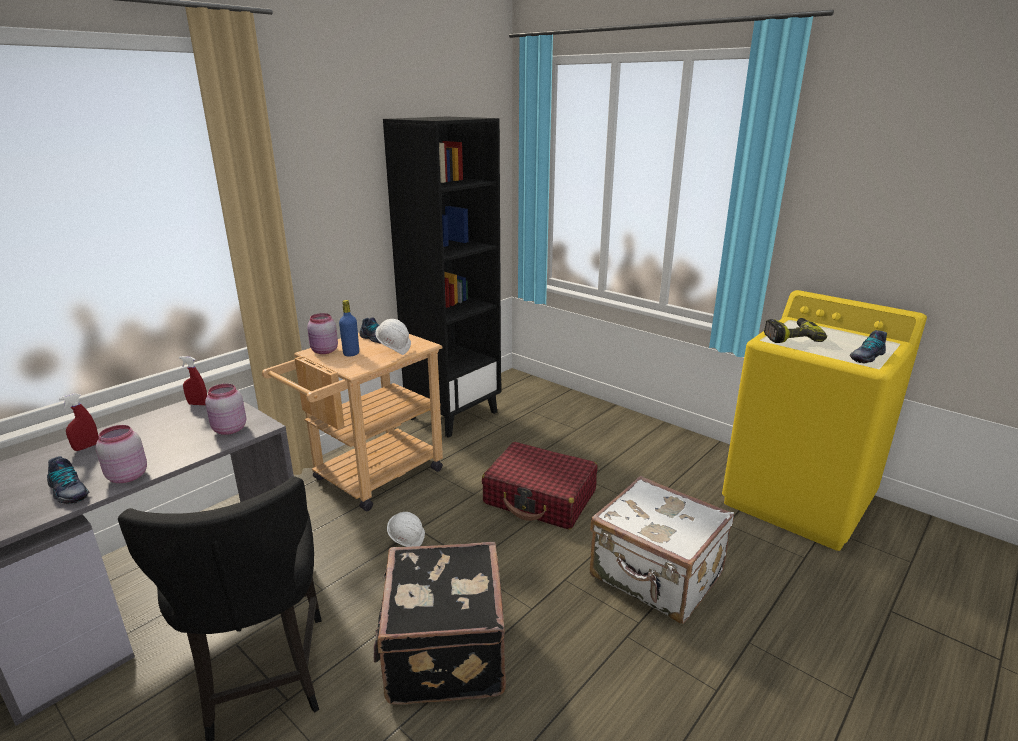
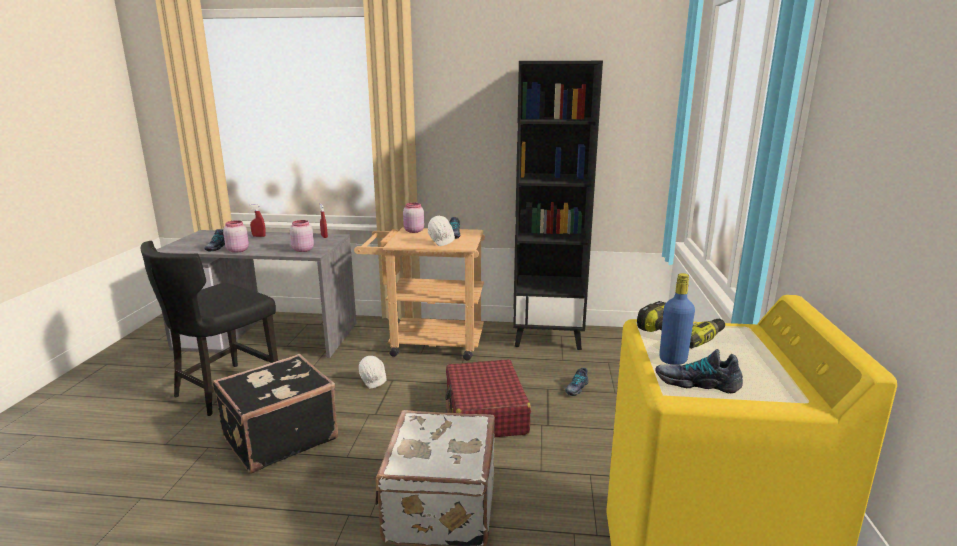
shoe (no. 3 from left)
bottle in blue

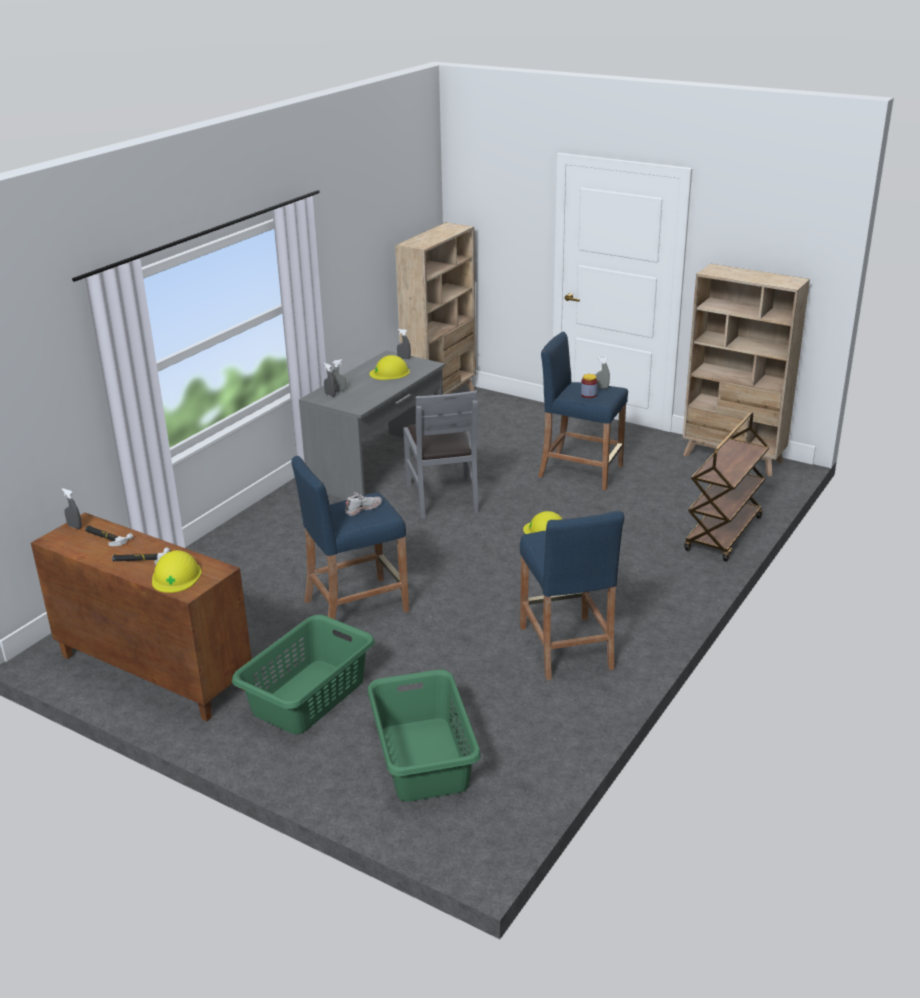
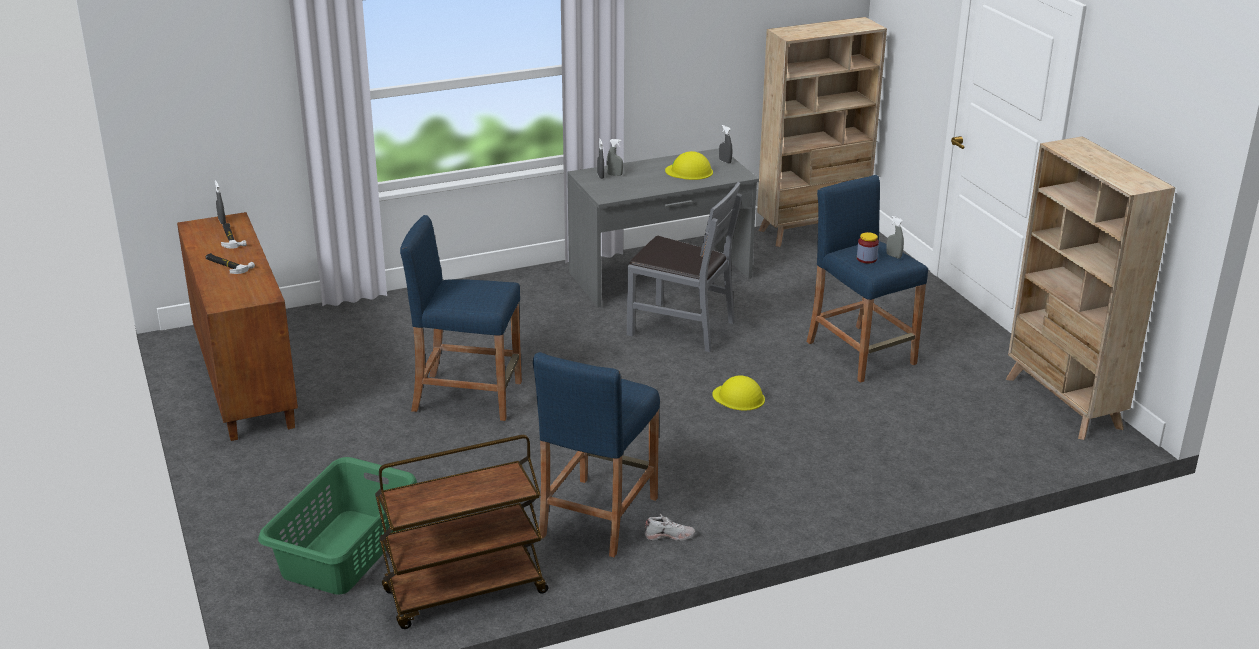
cart in brown
chair in grey
shoe in white
hard hat in yellow (no. 1 from left in the first image)
laundry basket in green (no. 1 from left in the first image)

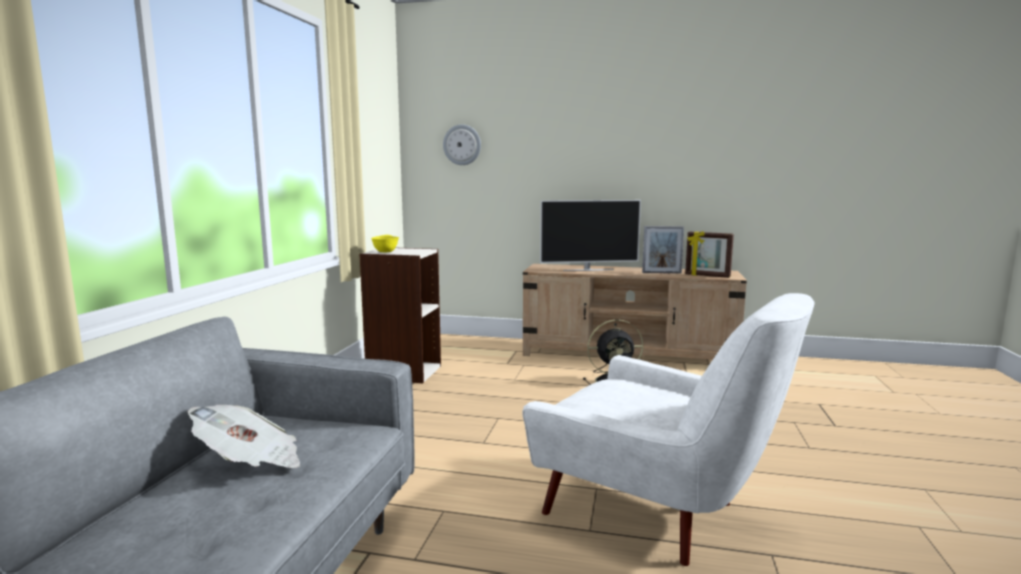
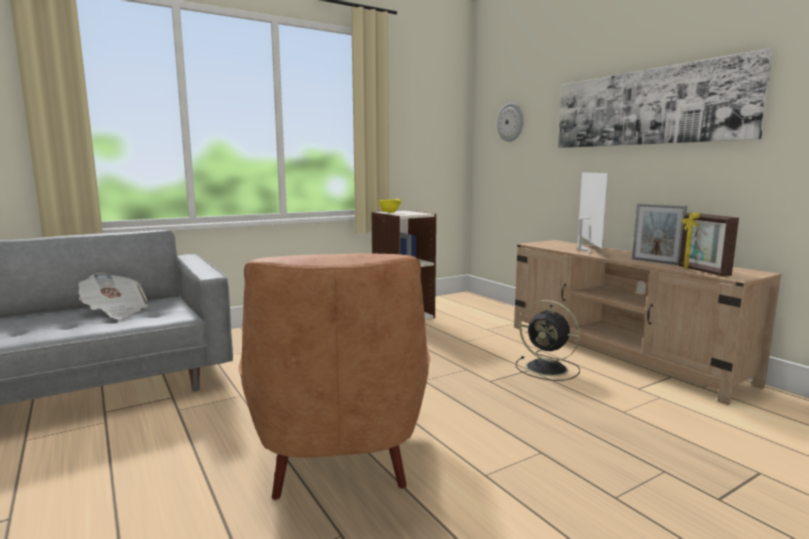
armchair in brown
picture
television

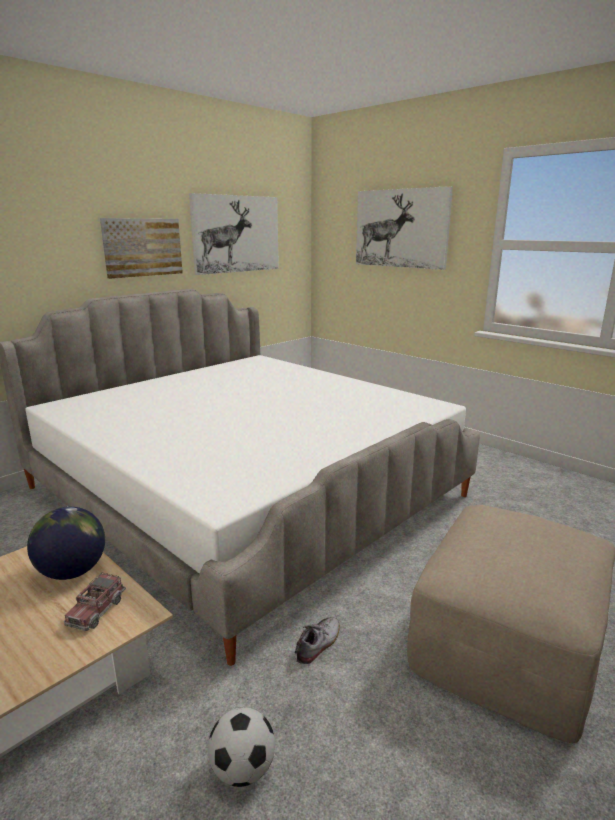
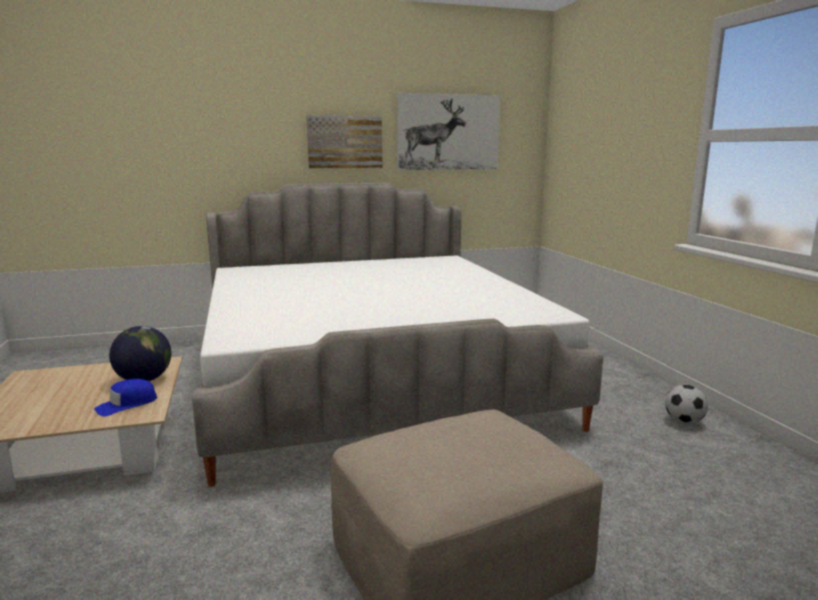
cap in blue
football
shoe
picture (no. 3 from left in the first image)

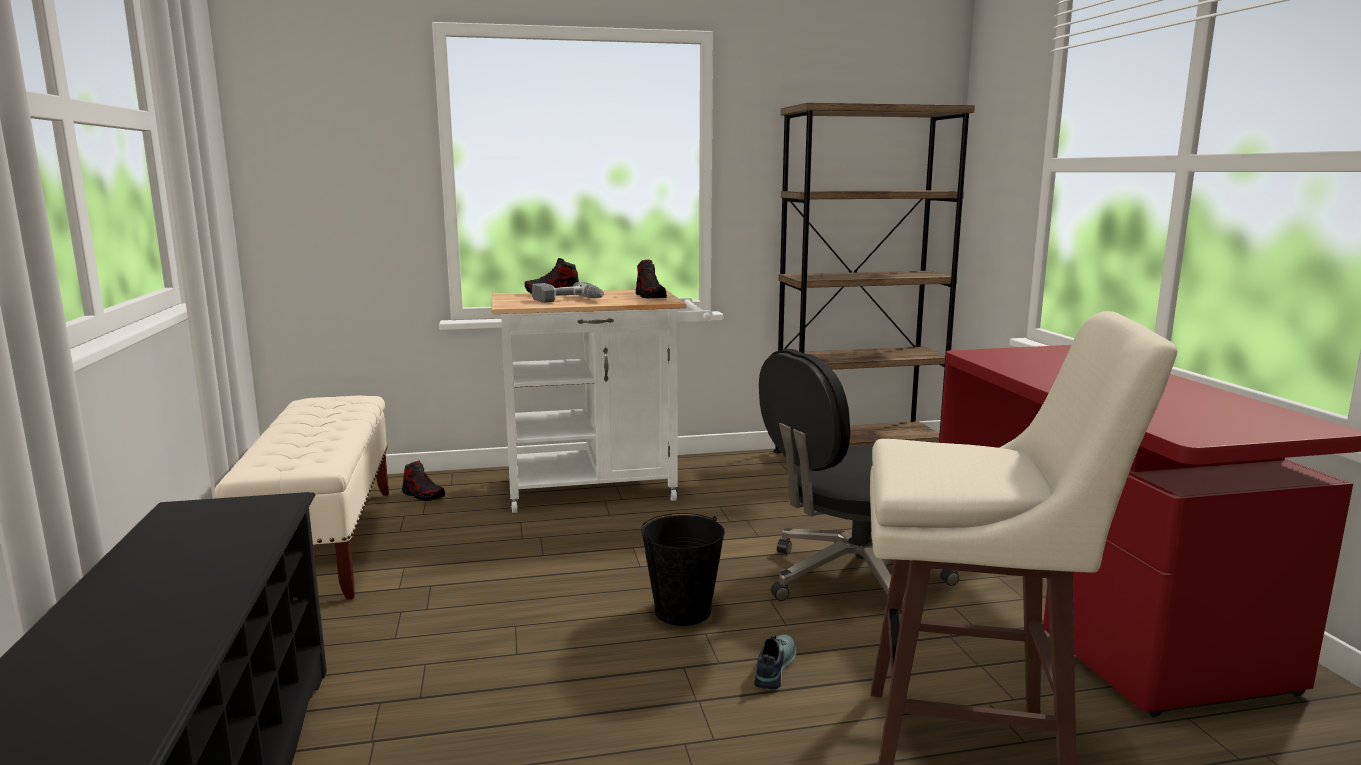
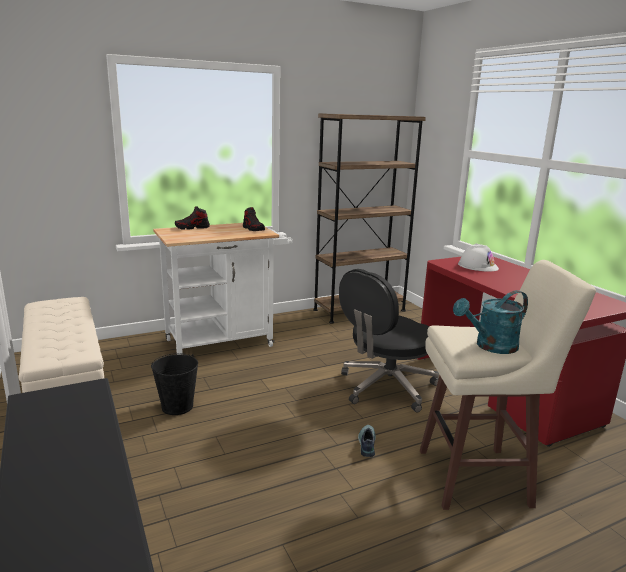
bucket in black
watering can in turquoise
hard hat in white
shoe (no. 1 from left in the first image)
power drill

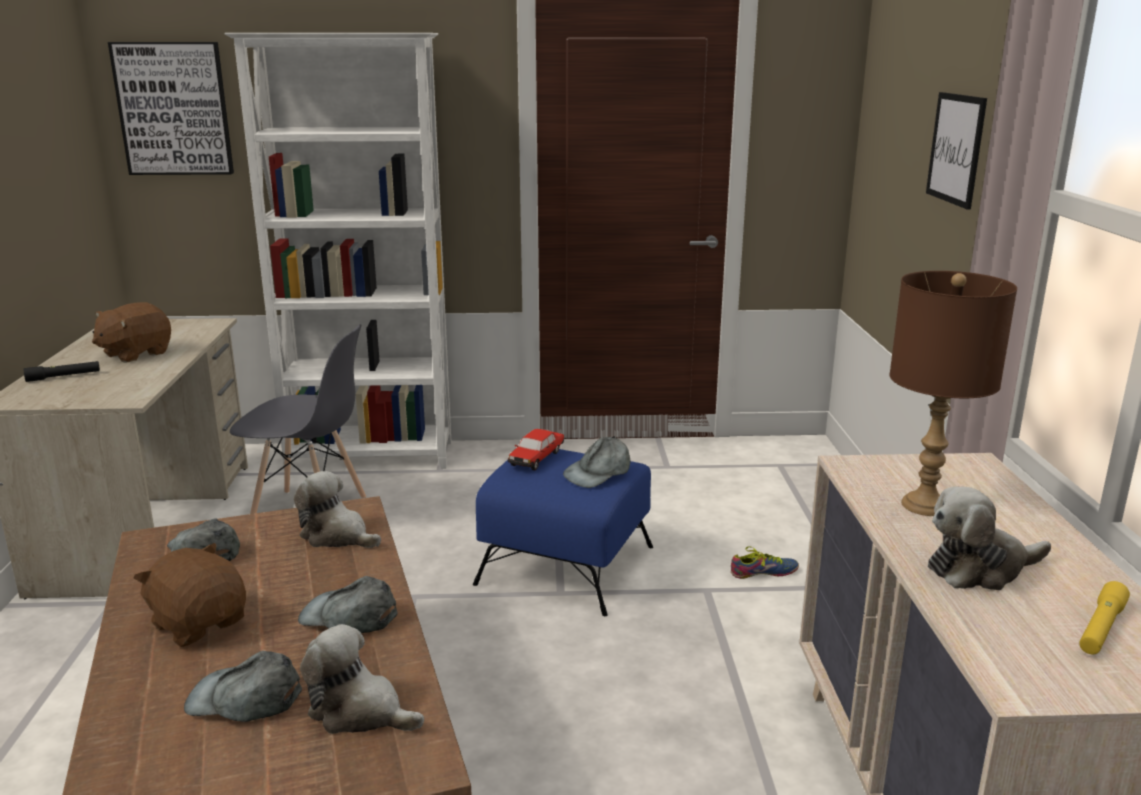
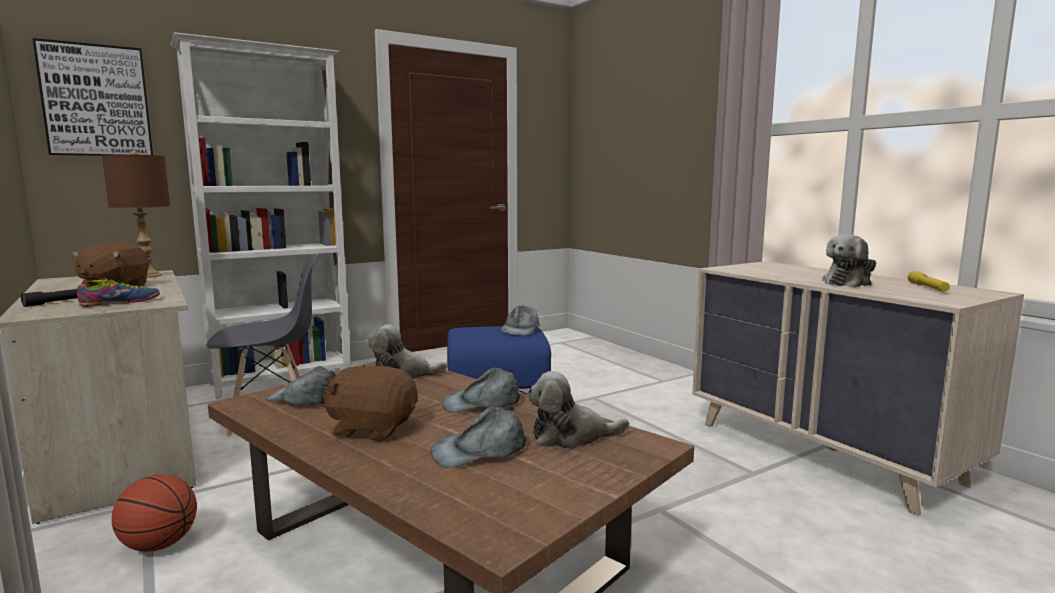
shoe
table lamp in brown
basketball
toy car
picture (no. 2 from left in the first image)

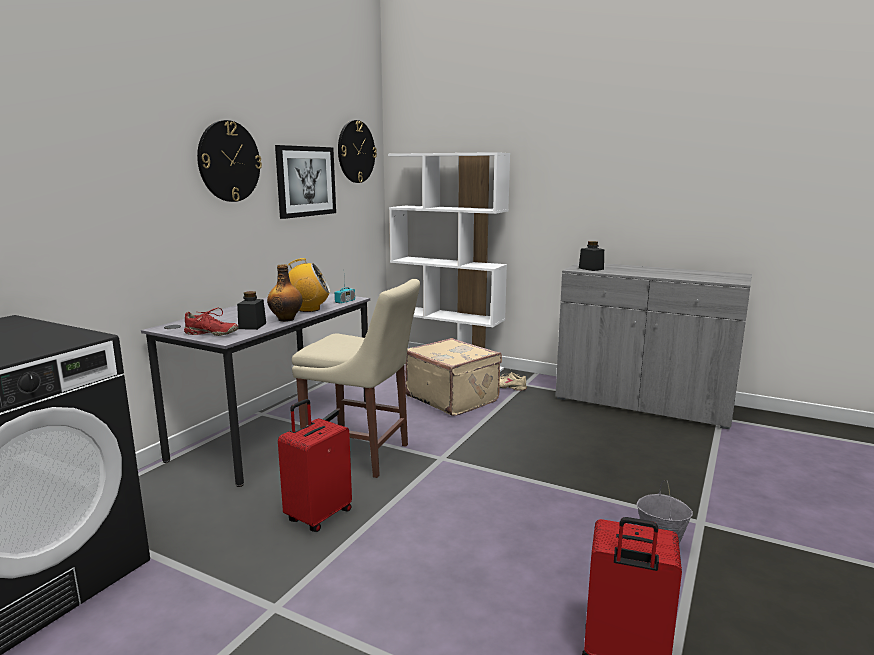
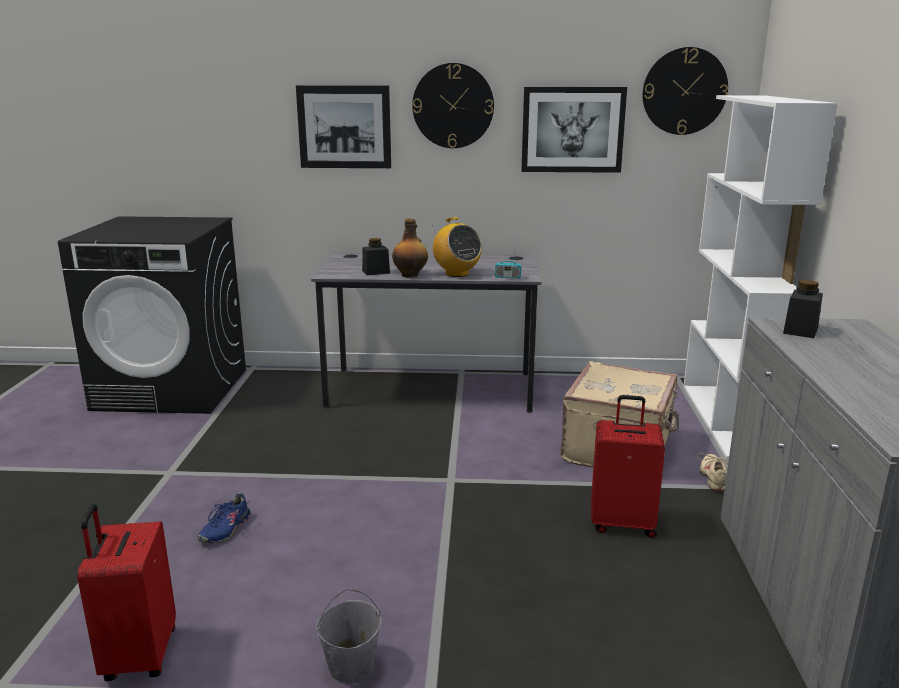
shoe in blue
picture (no. 1 from left)
suitcase in red (no. 2 from left)
shoe in red
chair in beige

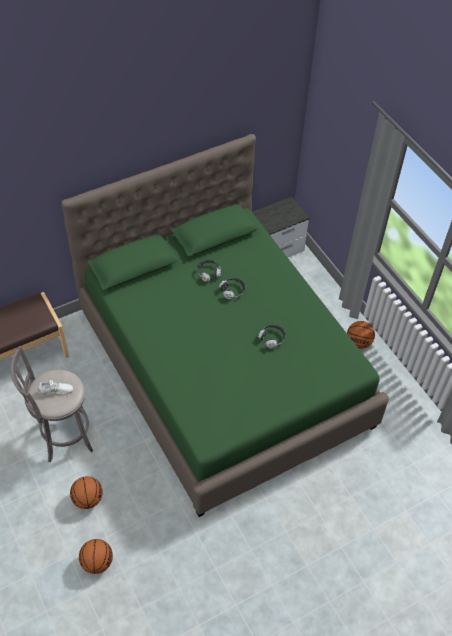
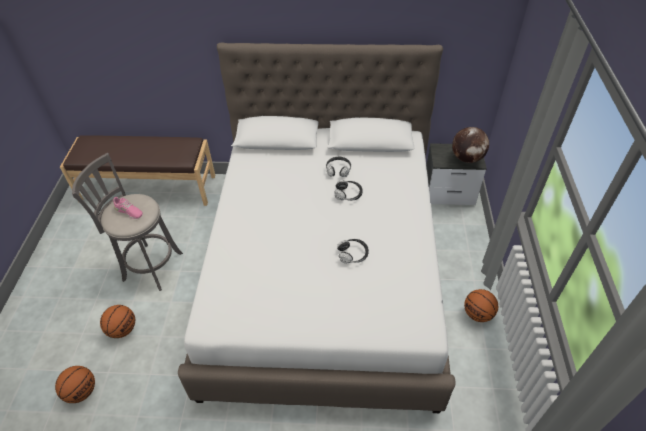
shoe in pink
bed in white
globe

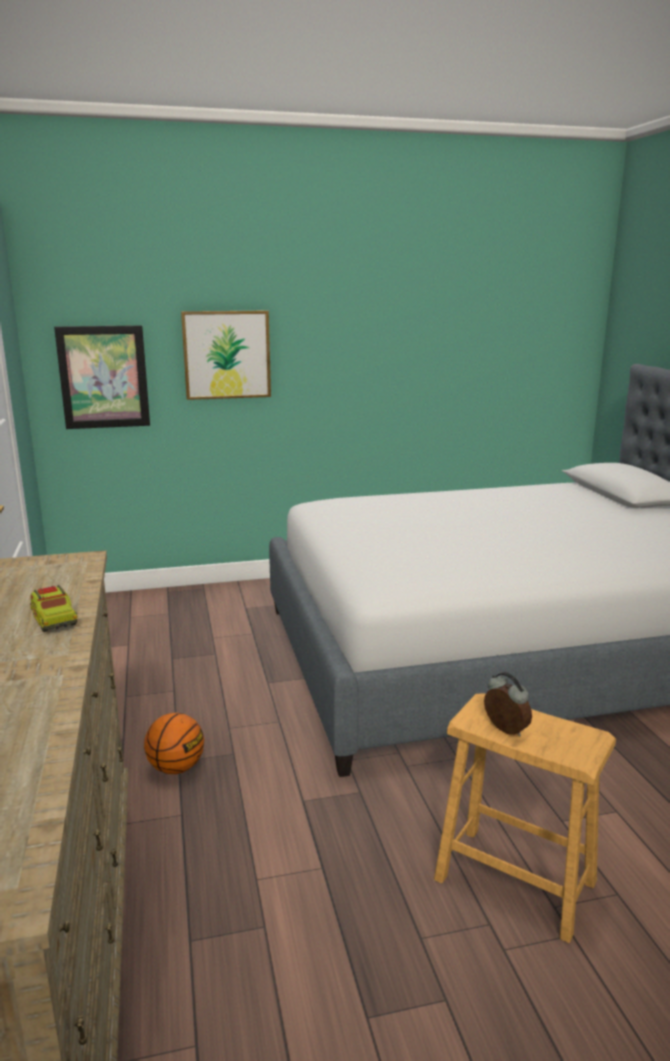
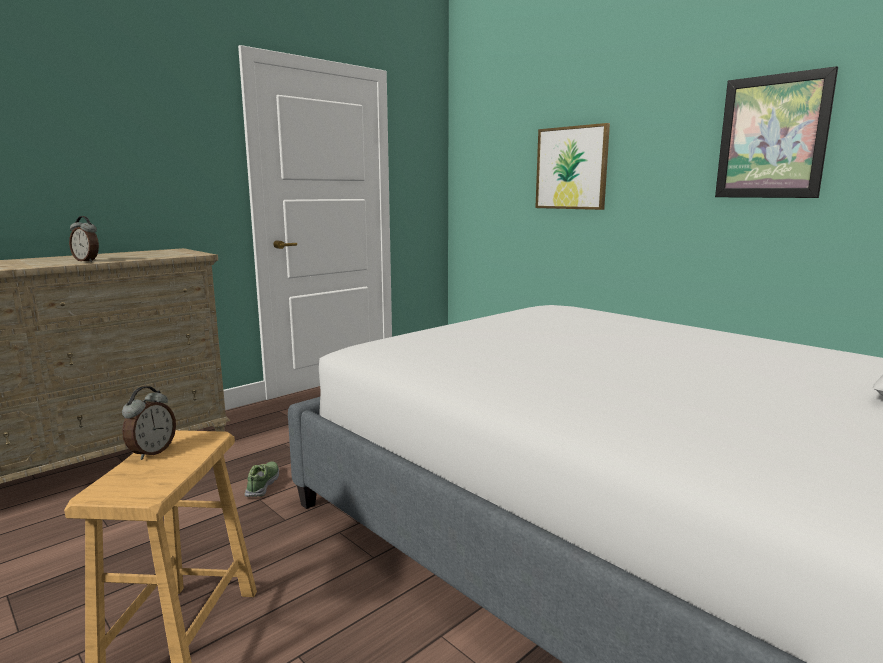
alarm clock (no. 1 from left)
shoe
picture (no. 2 from left)
basketball

